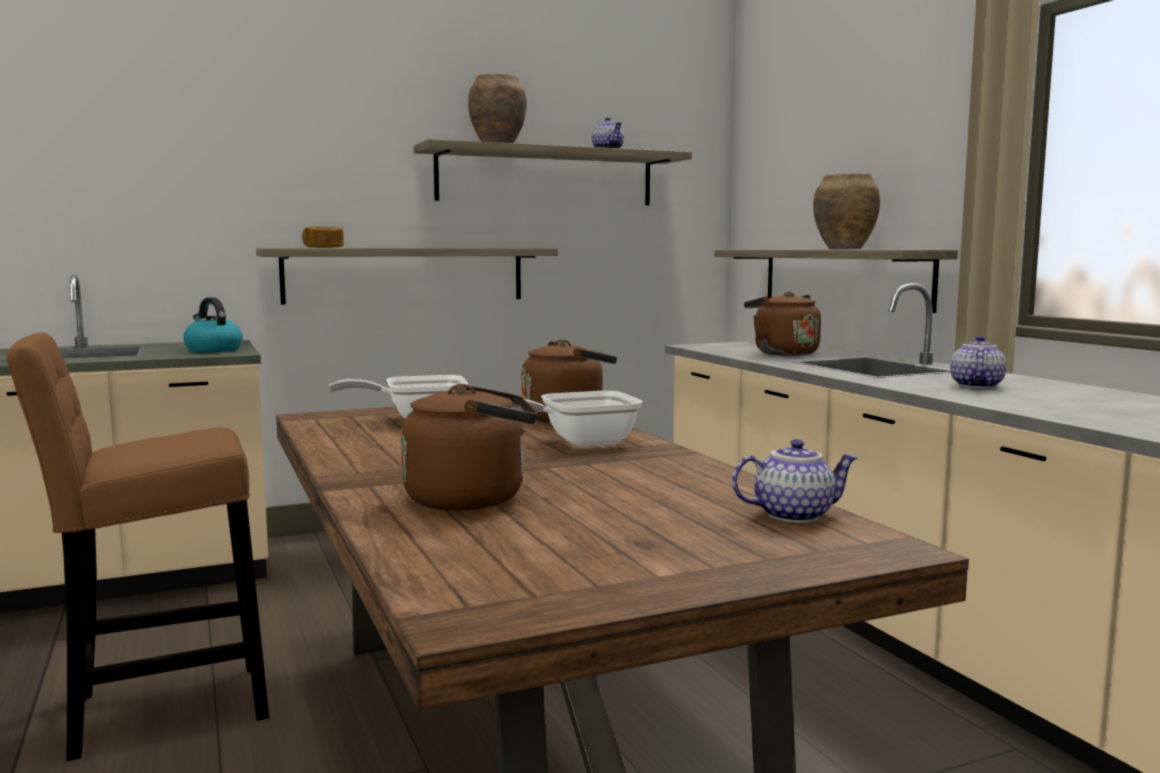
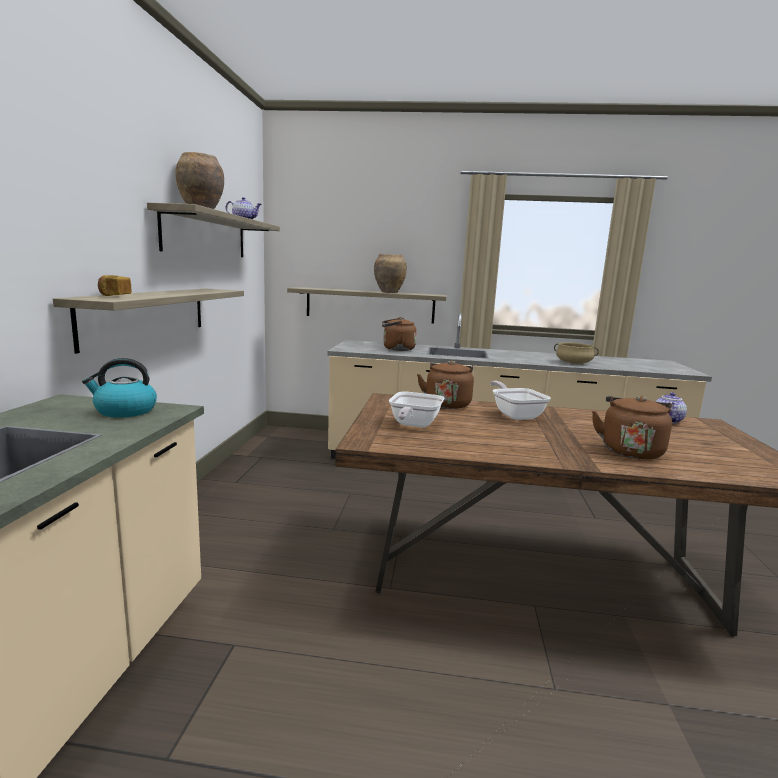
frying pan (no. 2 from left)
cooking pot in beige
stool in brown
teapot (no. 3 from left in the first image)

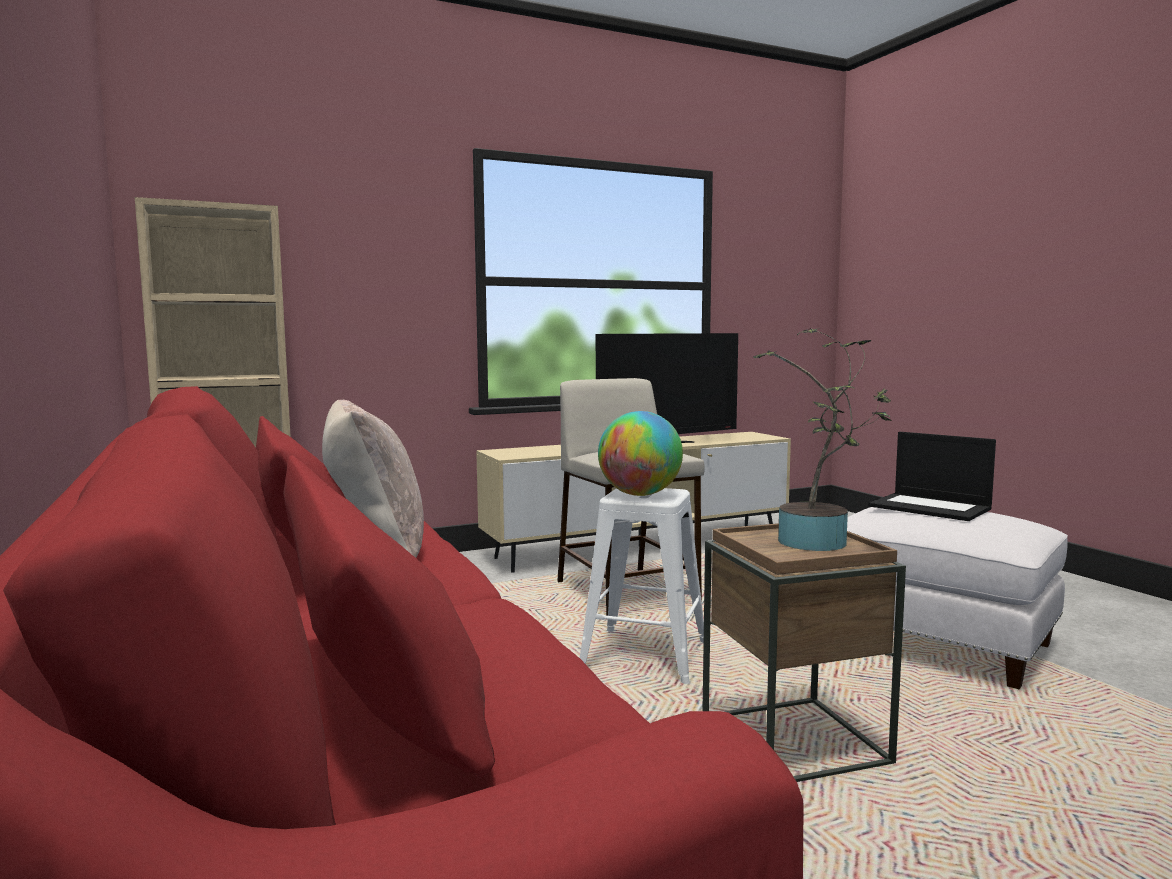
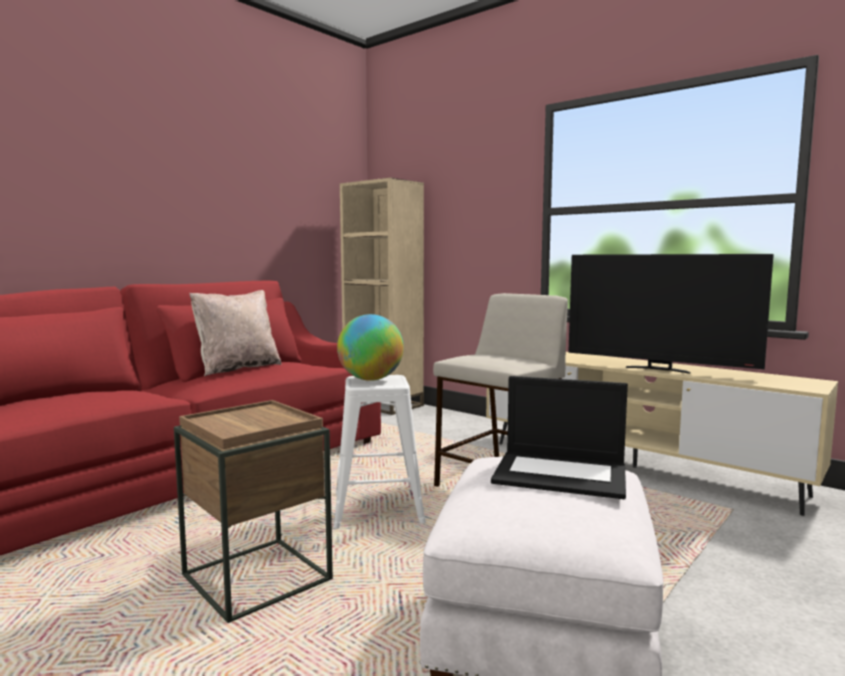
laptop
potted plant

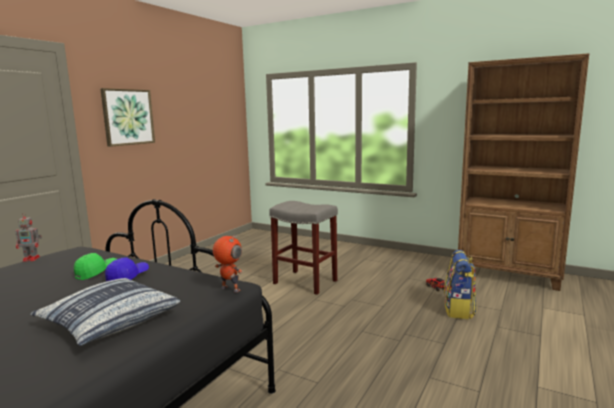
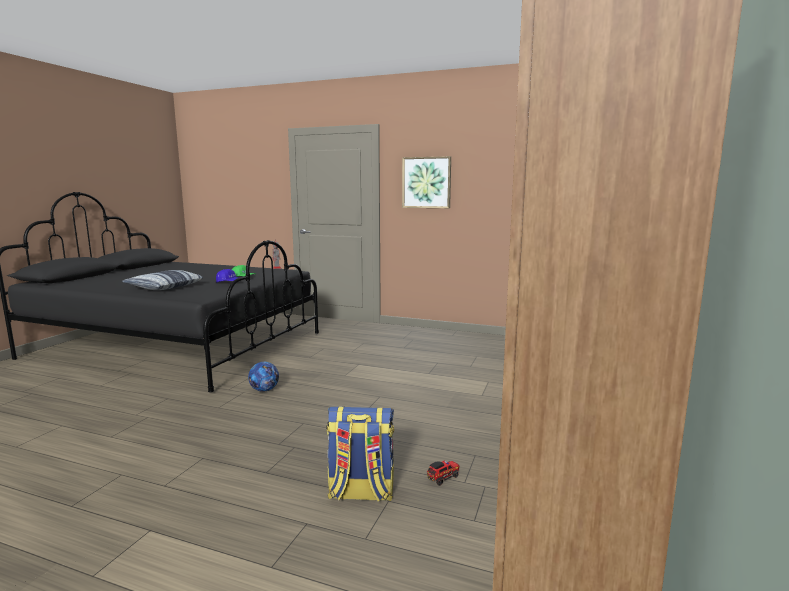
football
toy robot (no. 2 from left in the first image)
stool in grey

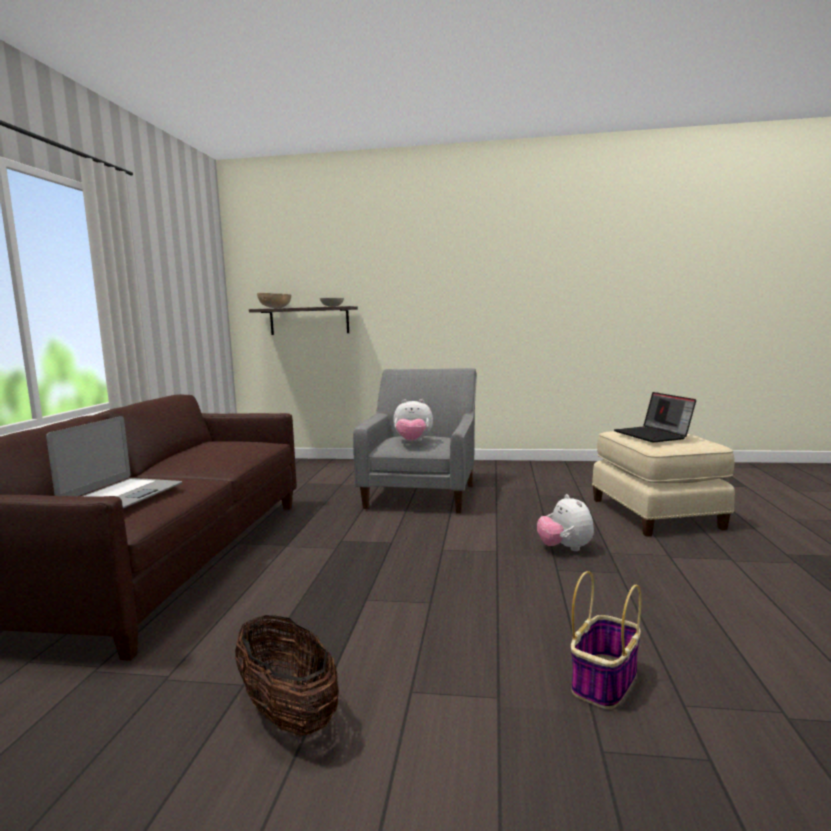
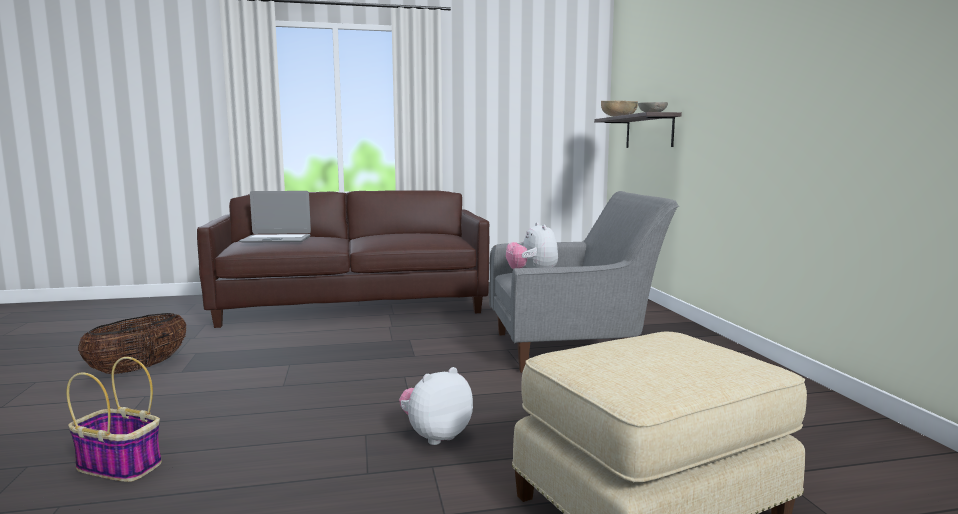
laptop (no. 2 from left in the first image)

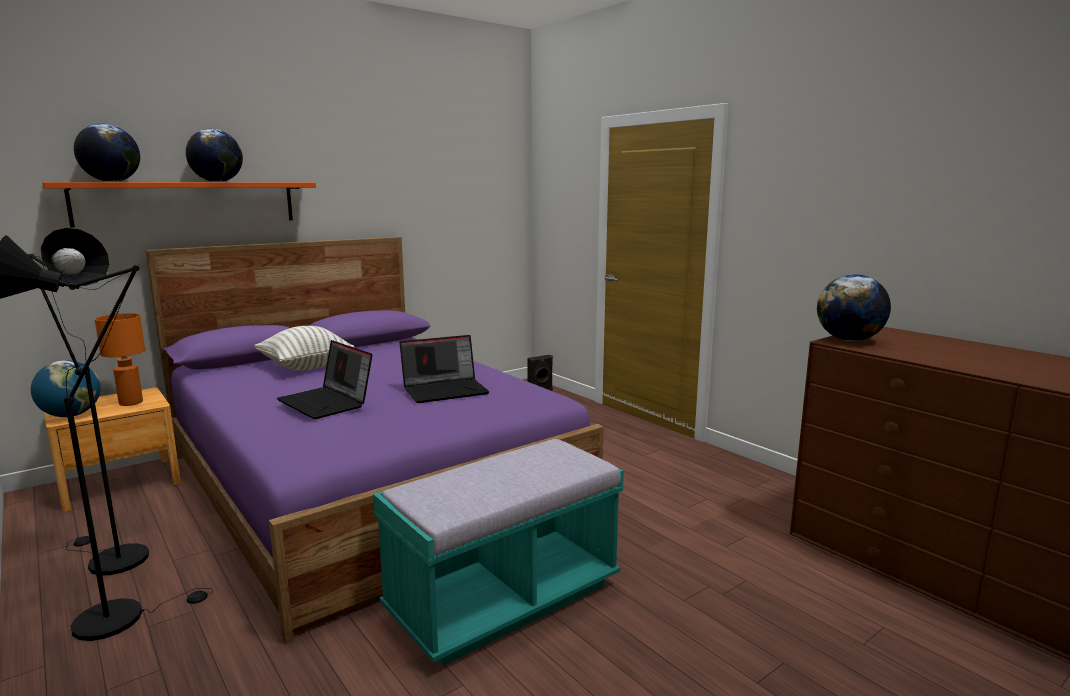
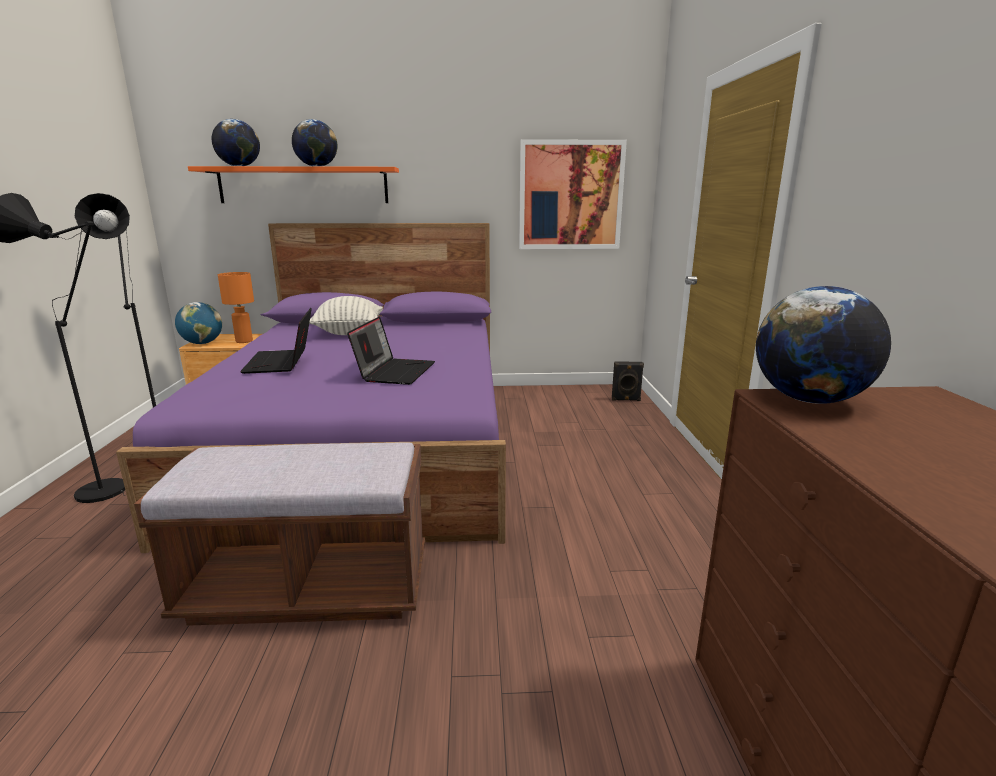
bench in brown
laptop (no. 2 from left)
picture

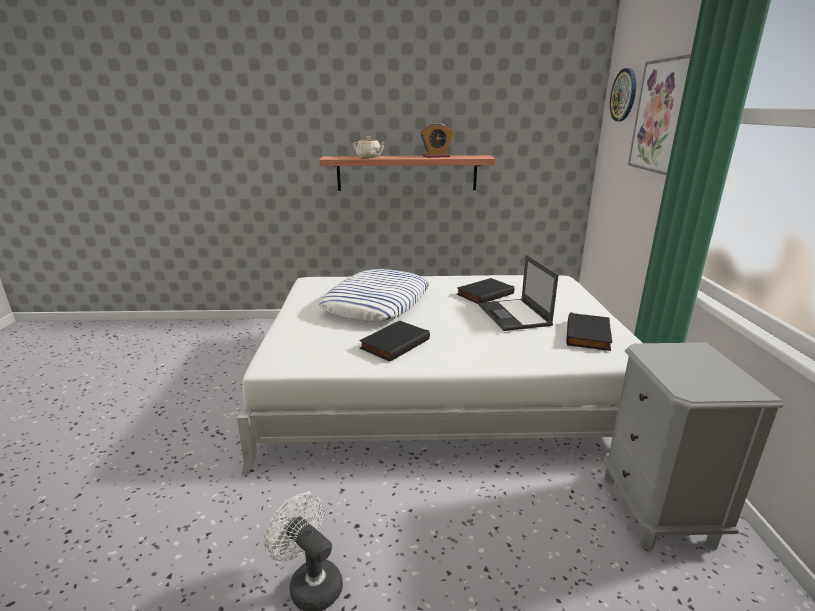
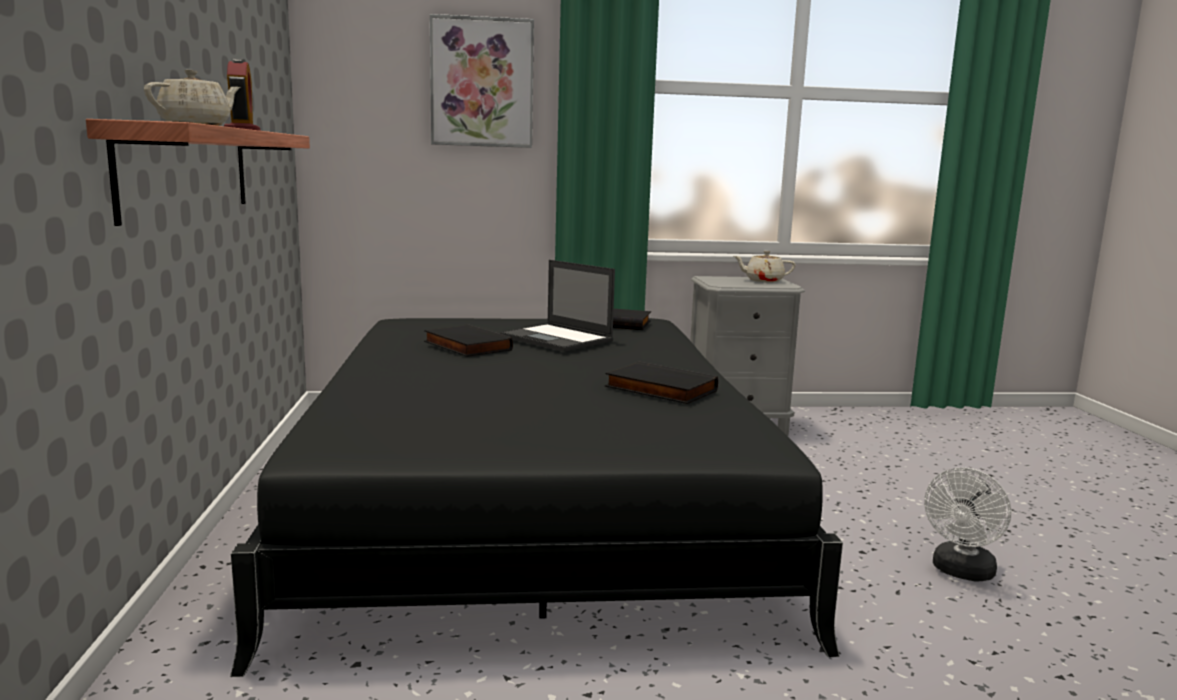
bed in black
laptop
teapot in beige (no. 2 from left)
pillow
wall clock

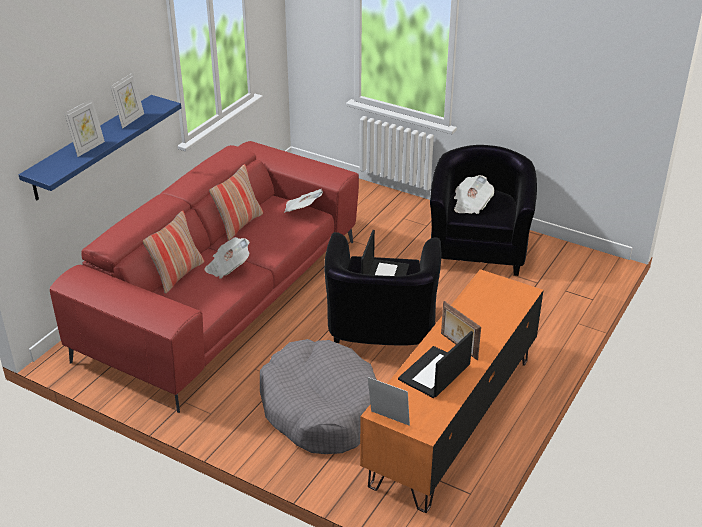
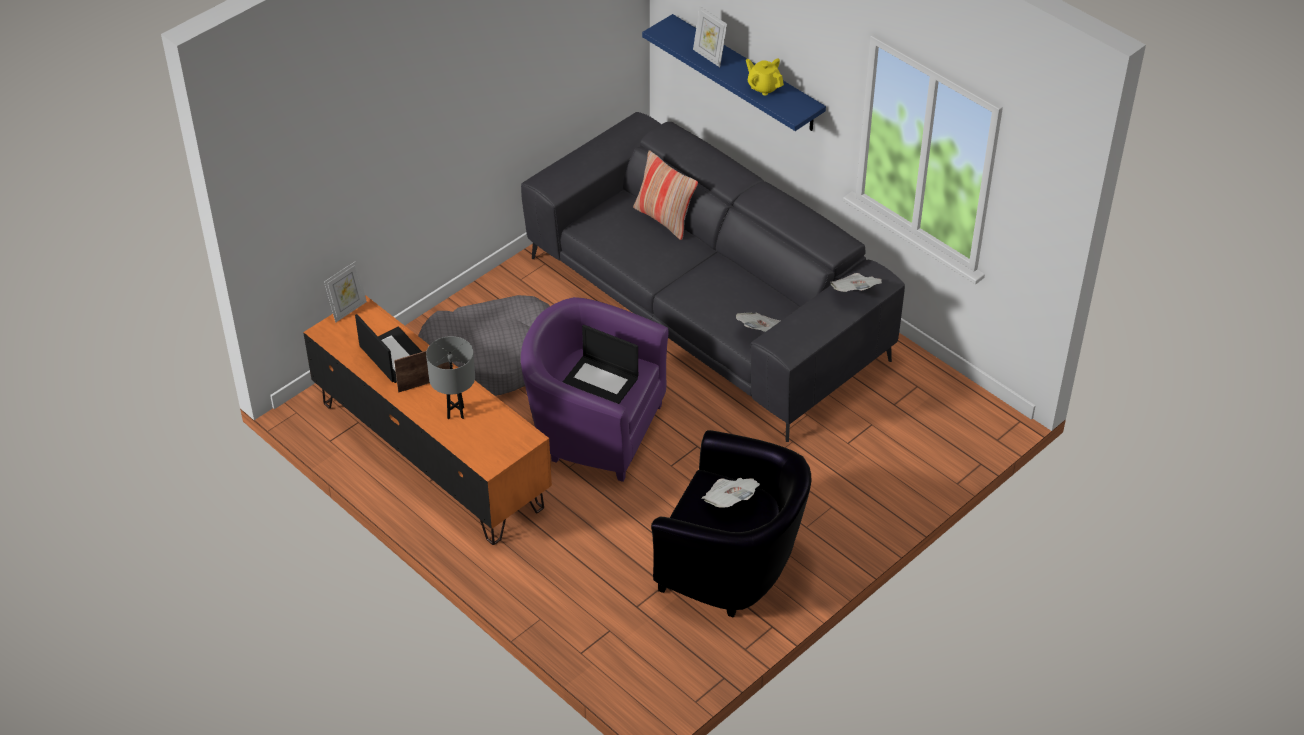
table lamp in grey
sofa in grey
armchair in purple
teapot in yellow
newspaper (no. 3 from left)
pillow (no. 2 from left in the first image)

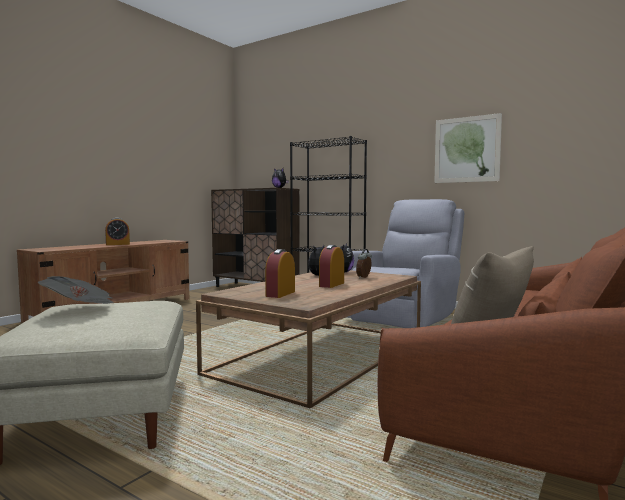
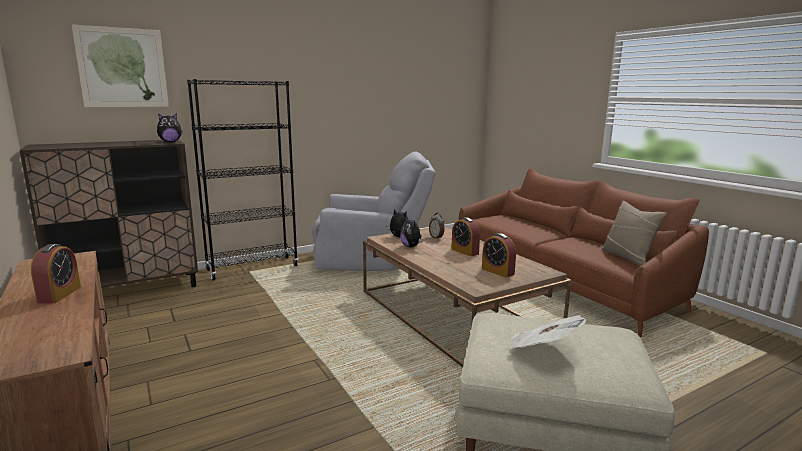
picture
armchair in grey

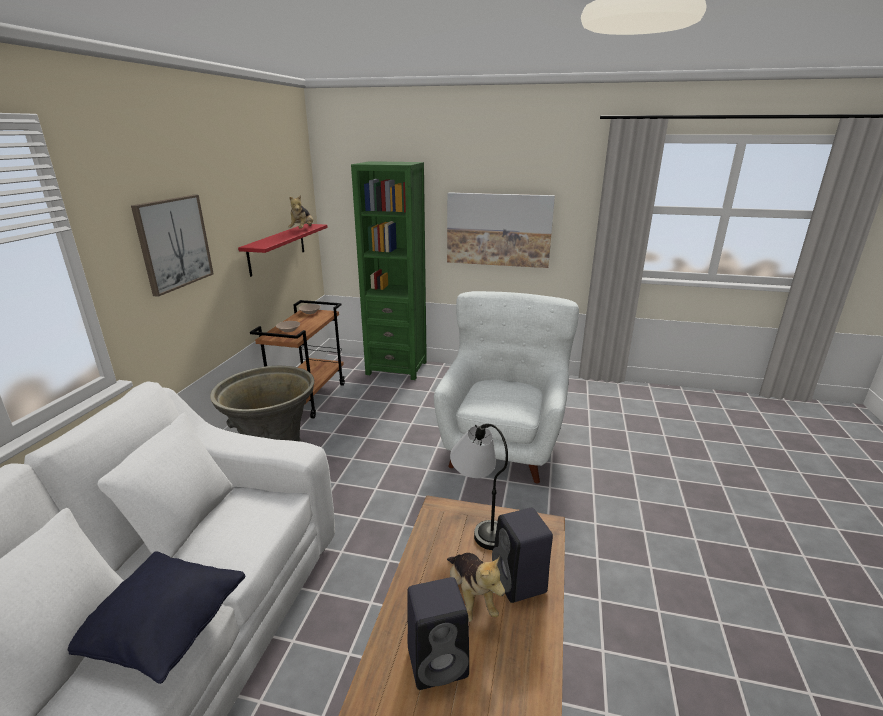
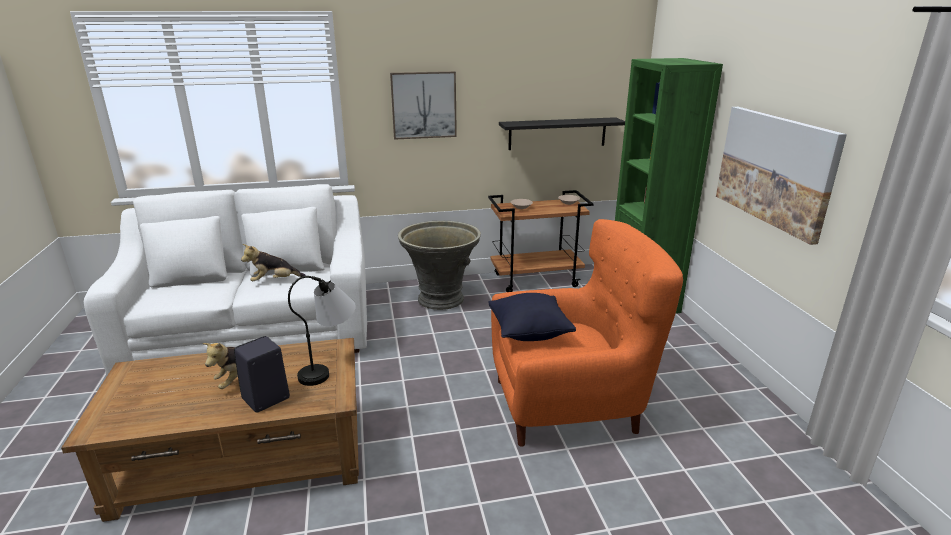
plush toy (no. 2 from left)
pillow in black
armchair in orange
shelf in black
speaker in black (no. 1 from left in the first image)

